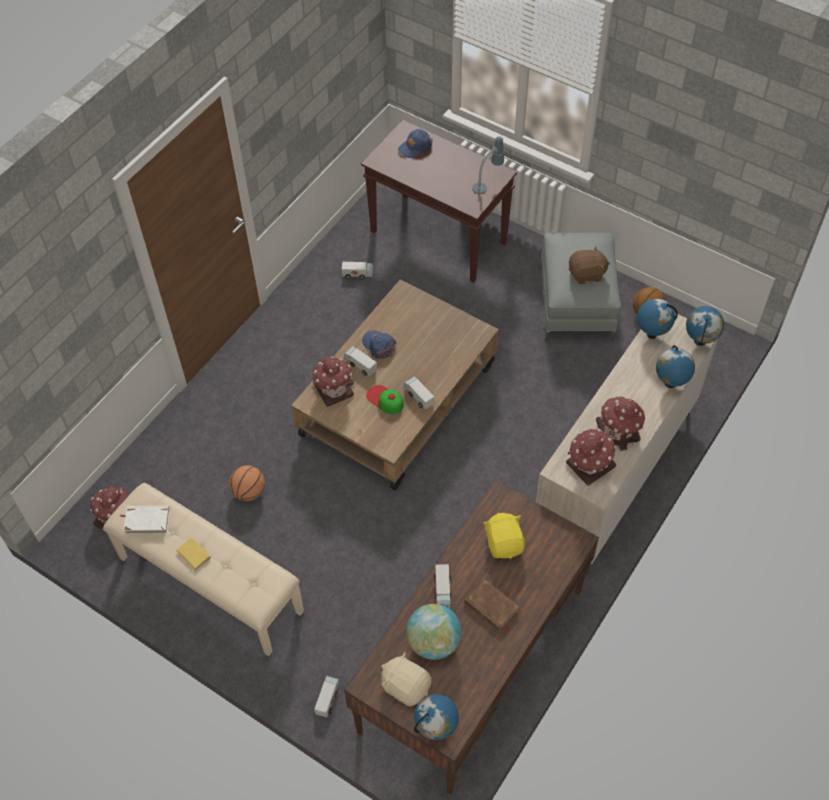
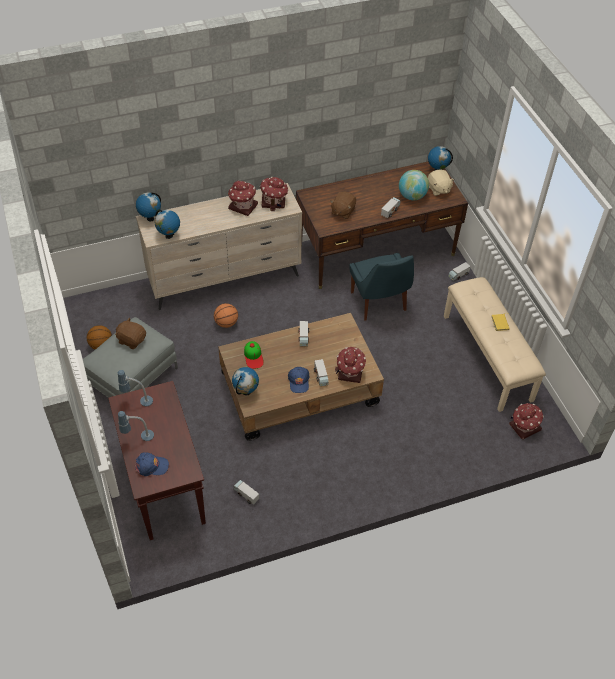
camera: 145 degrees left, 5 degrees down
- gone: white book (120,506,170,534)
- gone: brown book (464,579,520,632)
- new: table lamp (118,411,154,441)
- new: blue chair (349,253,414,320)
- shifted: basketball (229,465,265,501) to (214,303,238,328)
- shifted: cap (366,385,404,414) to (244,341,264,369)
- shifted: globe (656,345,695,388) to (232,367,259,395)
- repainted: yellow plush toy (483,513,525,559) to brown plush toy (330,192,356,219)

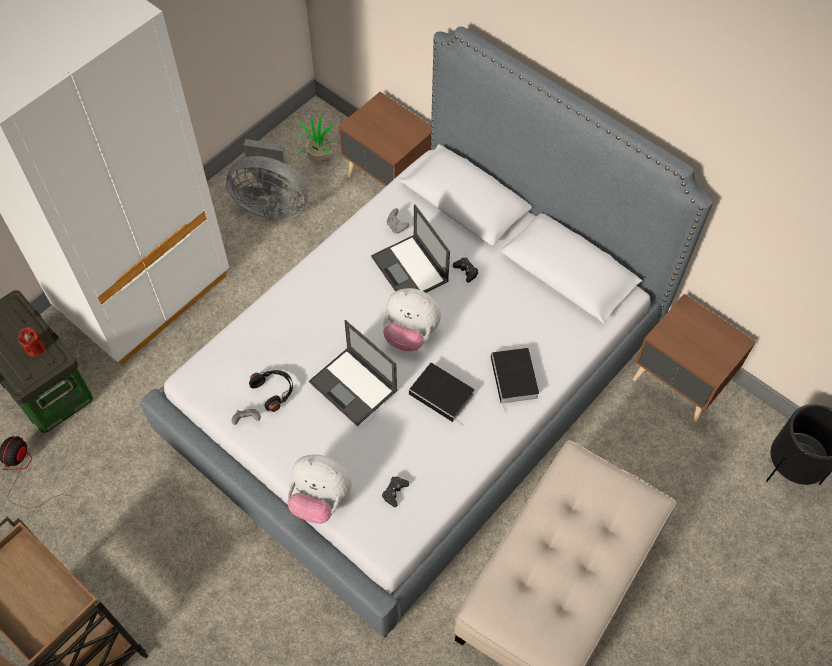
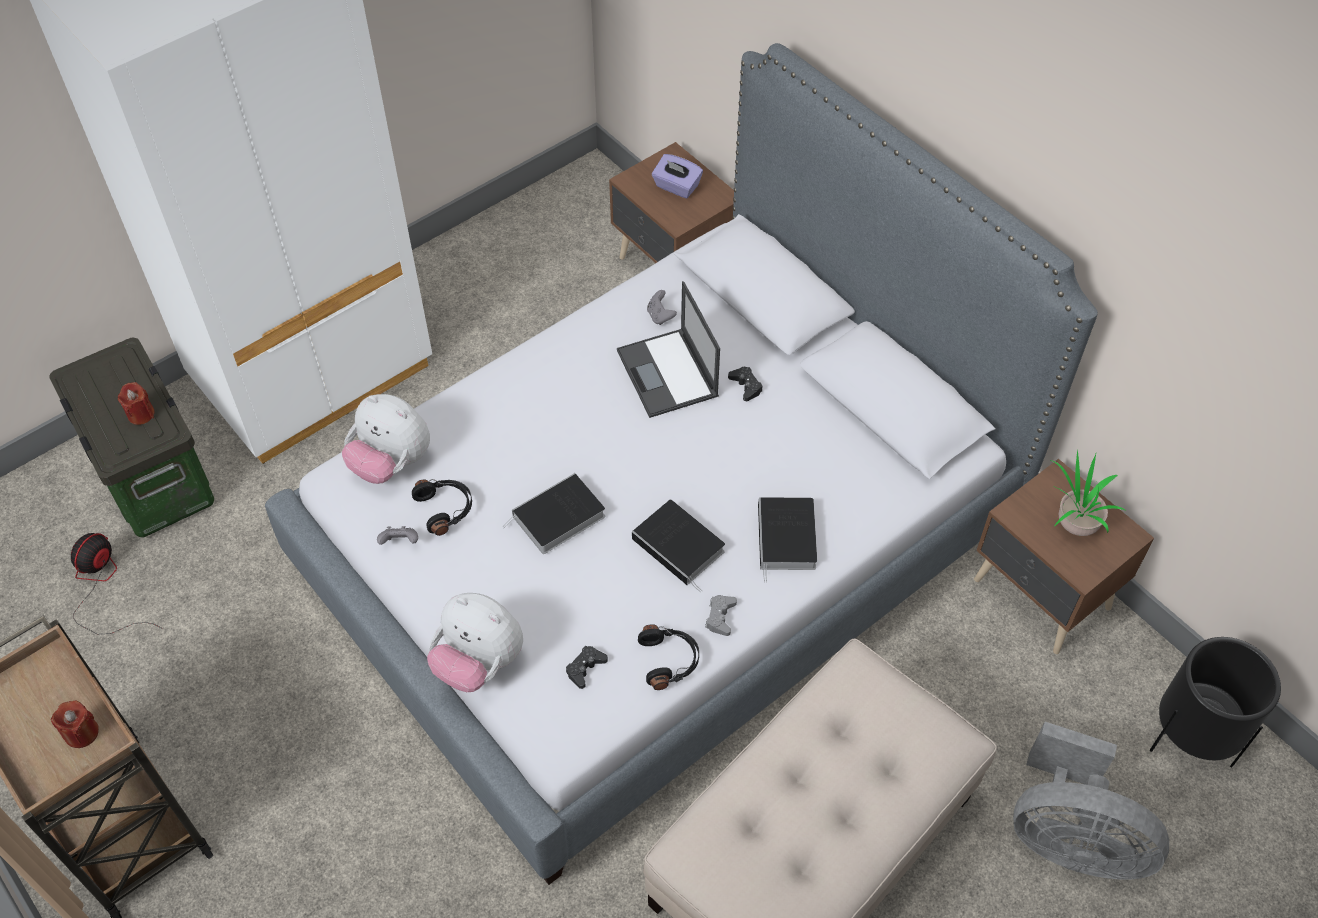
camera: 10 degrees right, 5 degrees down
- new: red candle (51,700,99,748)
- new: black headphones (638,624,699,690)
- new: purple tissue box (652,154,703,198)
- new: grey game controller (705,595,737,636)
- shifted: grey fan (226,139,308,219) to (1013,722,1169,879)
- shifted: potted plant (295,113,338,161) to (1051,448,1126,536)
- shifted: plush toy (383,288,441,351) to (342,394,430,484)
- swapped: laptop (309,320,397,426) to book (503,473,605,554)

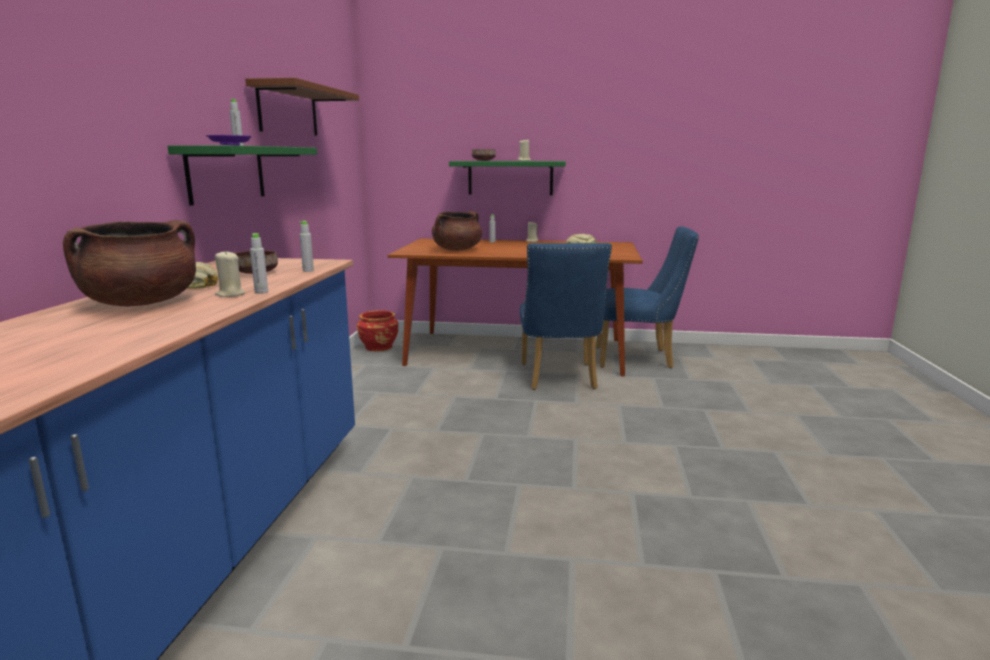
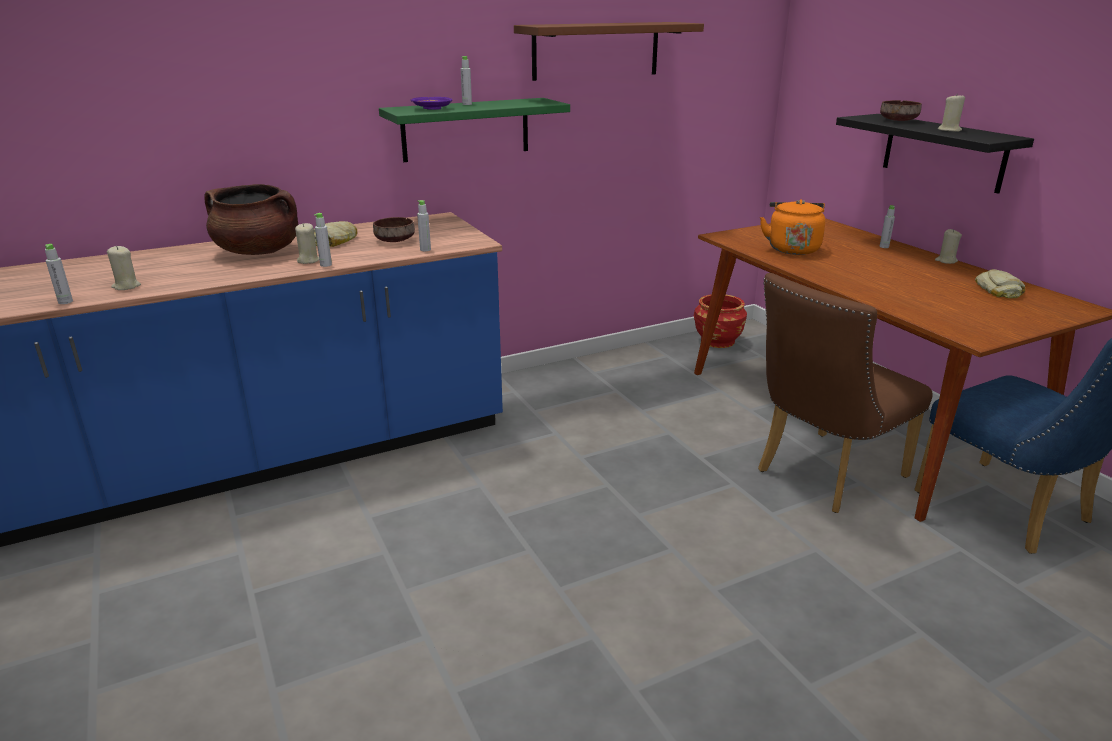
camera: 55 degrees right, 10 degrees up
- new: grey bottle (45,244,73,304)
- new: beige candle (107,246,141,290)
- swapped: brown cooking pot (432,211,482,251) to orange kettle (760,199,826,255)
- repainted: green shelf (449,161,566,195) to black shelf (836,114,1034,194)
- repainted: blue chair (520,243,612,390) to brown chair (758,273,933,513)

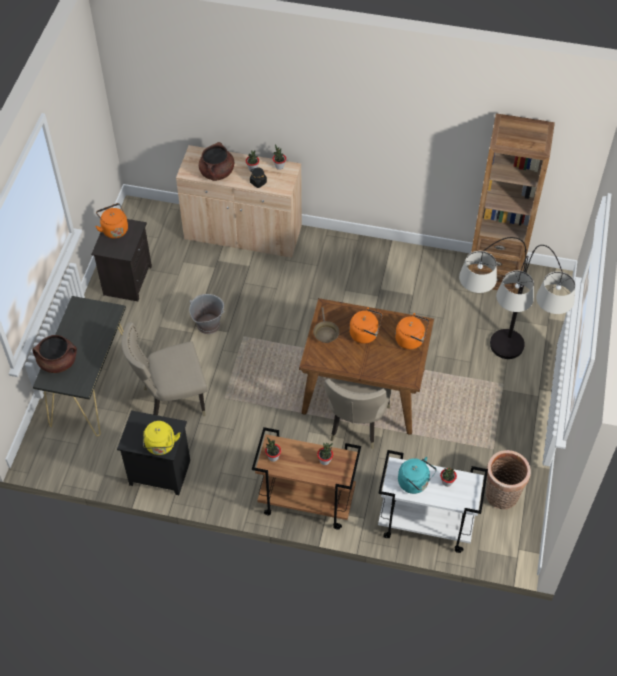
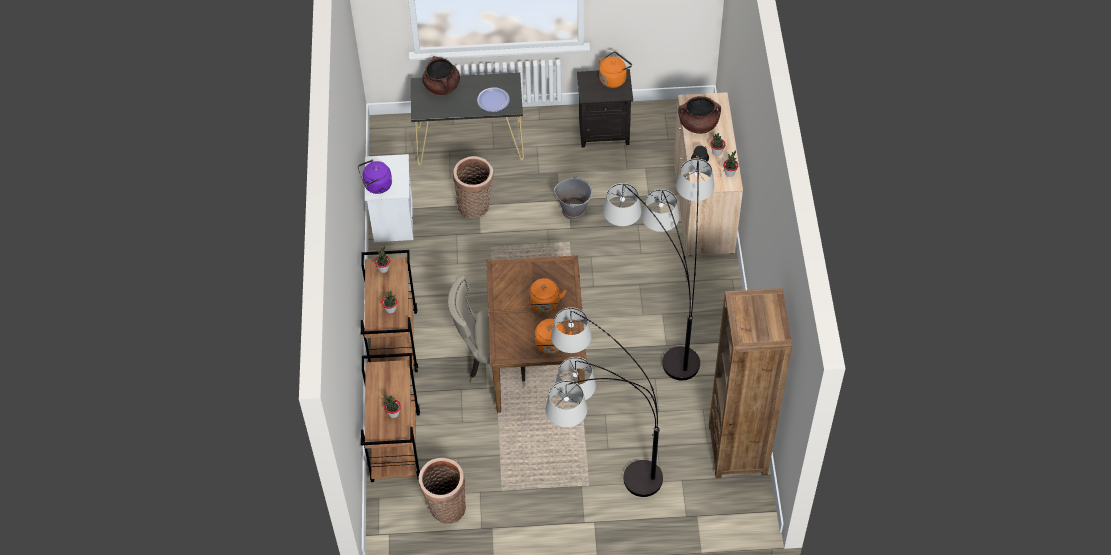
camera: 75 degrees right, 0 degrees up
- gone: brown frying pan (313,307,339,343)
- gone: turquoise kettle (398,457,437,494)
- new: plate (477,87,510,112)
- new: floor lamp (603,158,714,380)
- swapped: beige chair (121,322,207,416) to basket (453,156,494,219)
- repainted: black nightstand (117,410,190,495) to white nightstand (365,154,413,242)
- repainted: yellow kettle (143,421,181,455) to purple kettle (358,160,392,194)
- repainted: white cart (378,450,488,553) to brown cart (361,353,420,482)

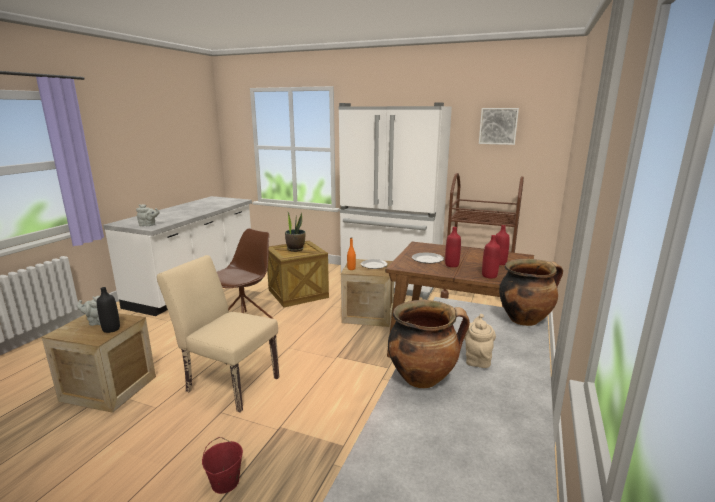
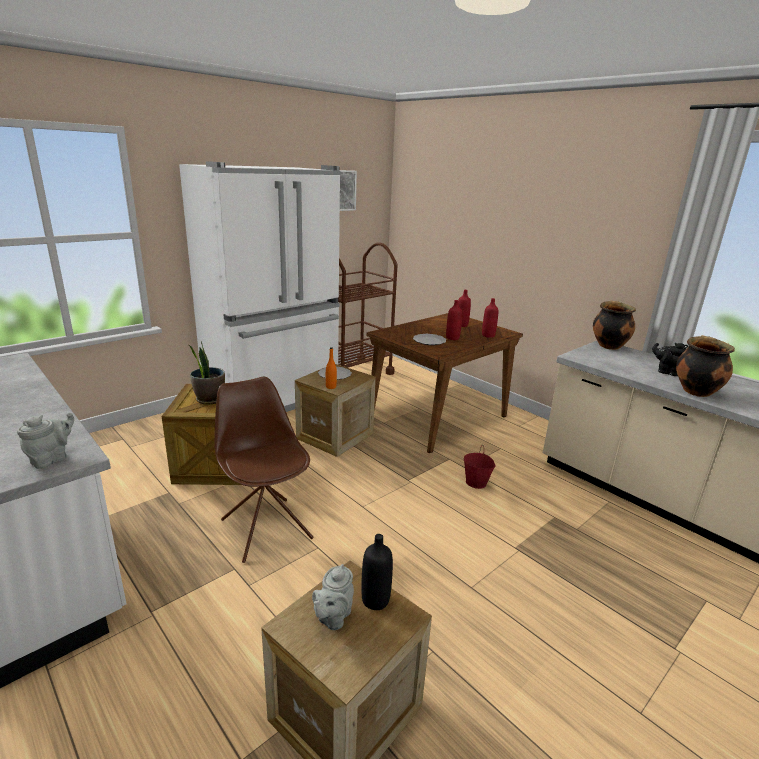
camera: 65 degrees left, 5 degrees up
- gone: beige chair (157,255,279,413)
- shifted: red bucket (202,437,243,494) to (464,445,495,489)
- repainted: beige teapot (464,314,496,368) to black teapot (652,343,688,376)

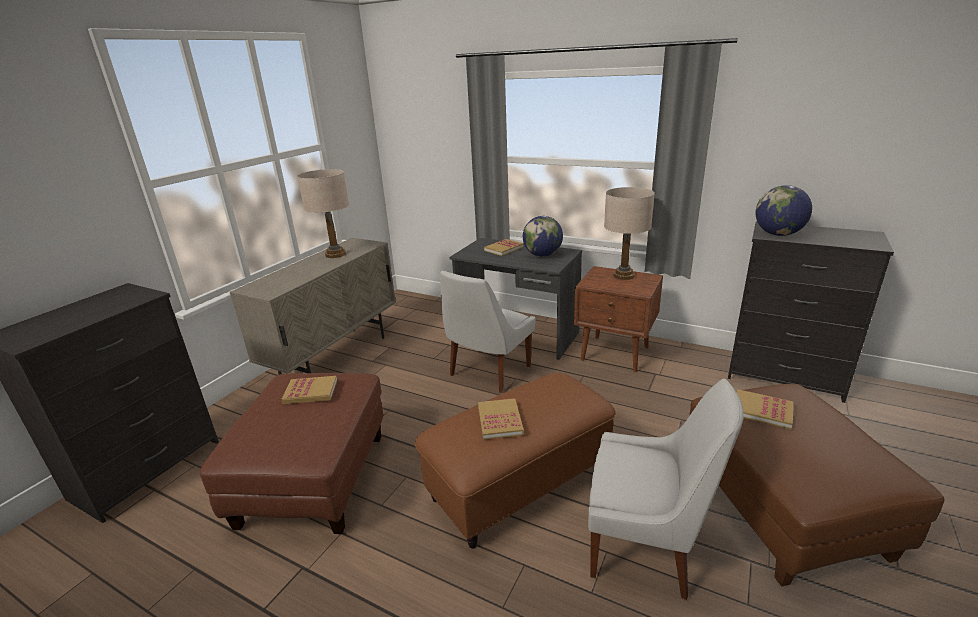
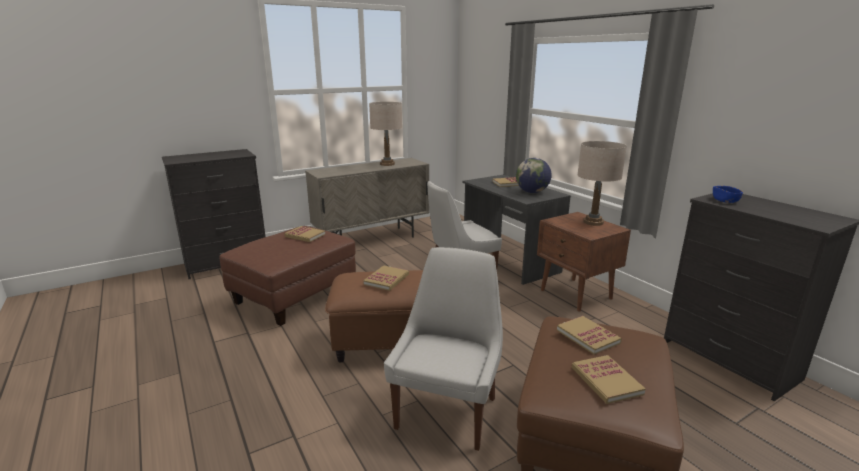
camera: 30 degrees right, 5 degrees down
- new: book (572,355,646,404)
- swapped: globe (755,185,812,236) to blue bowl (713,186,743,203)
- rotated: white chair (588,379,744,600) = (384,247,503,451) 120 degrees counterclockwise

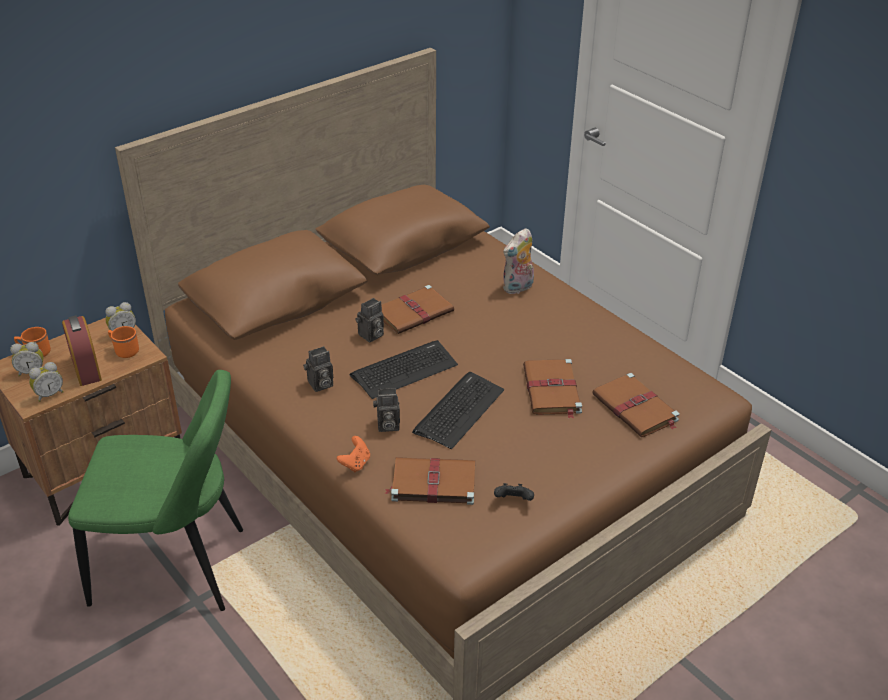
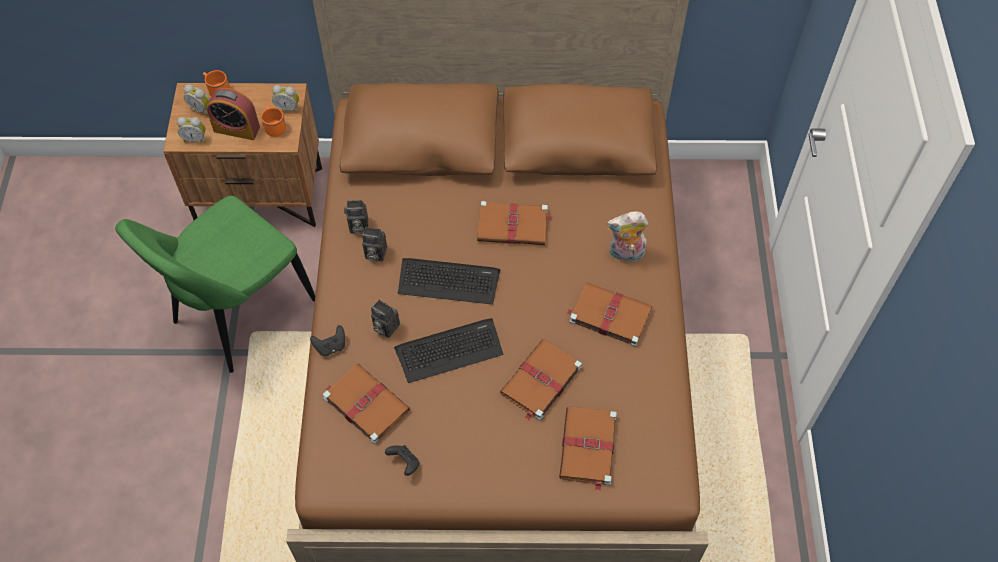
camera: 40 degrees right, 20 degrees up
- new: brown book (567,282,653,347)
- shifted: photo camera (356,298,384,342) to (344,200,368,234)
- repainted: orange game controller (337,436,370,472) to black game controller (310,325,345,356)
- rotated: alarm clock (62,316,102,386) = (206,88,260,140) 90 degrees counterclockwise
- rotated: green chair (68,370,243,611) = (115,196,315,373) 90 degrees clockwise

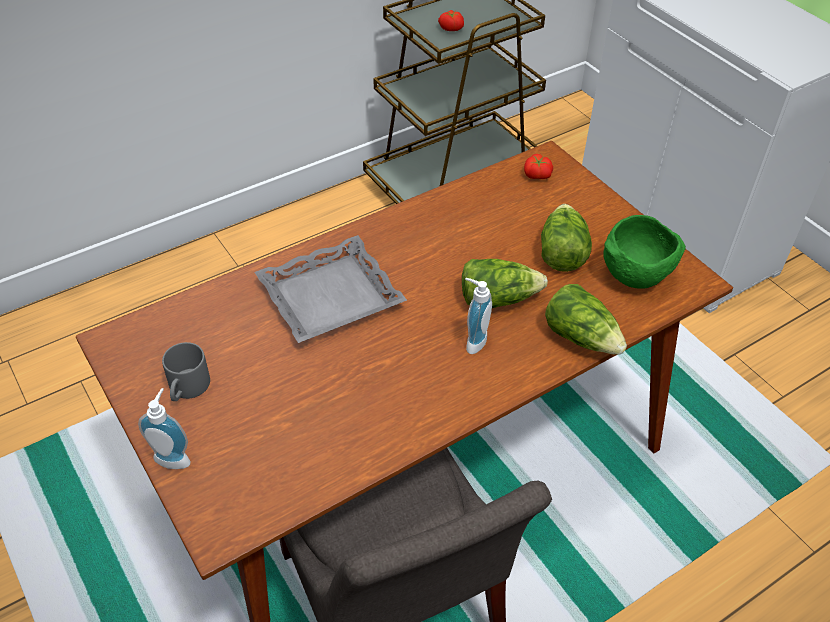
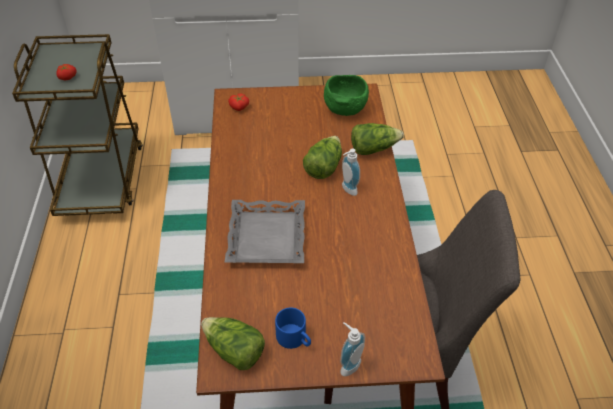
camera: 60 degrees left, 0 degrees up
- shifted: lettuce (541,204,592,272) to (201,317,265,370)
- repainted: grey mug (162,342,210,401) to blue mug (275,307,311,349)

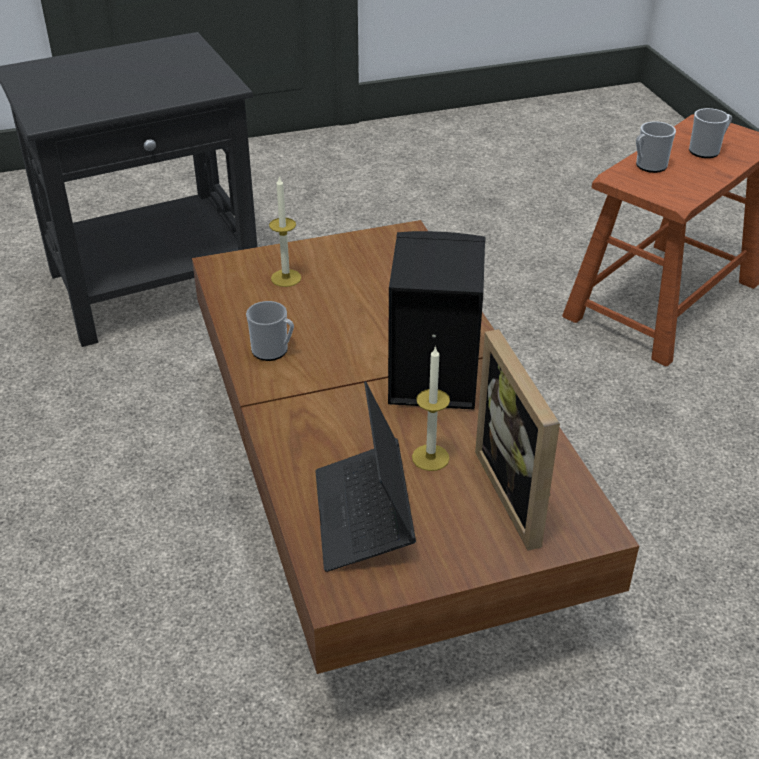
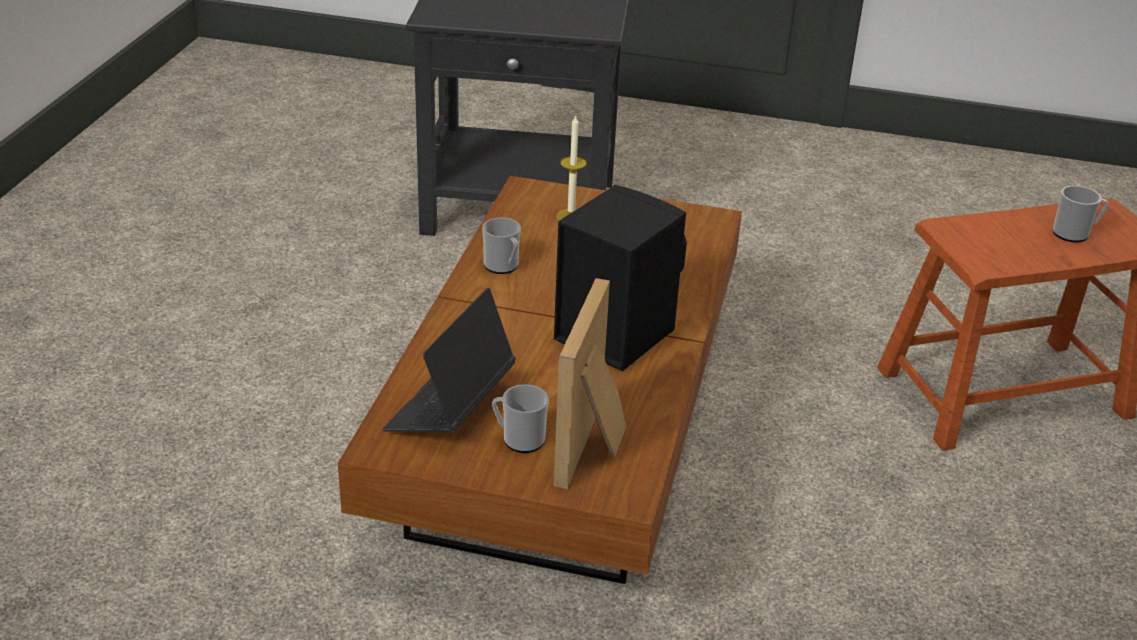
camera: 30 degrees right, 5 degrees down
- gone: candle (412,346,450,471)
- shifted: mug (636,122,676,173) to (492,385,549,453)

